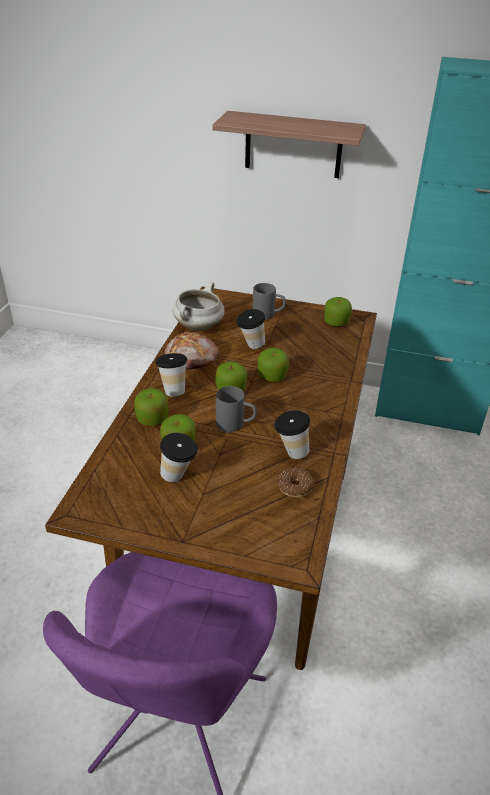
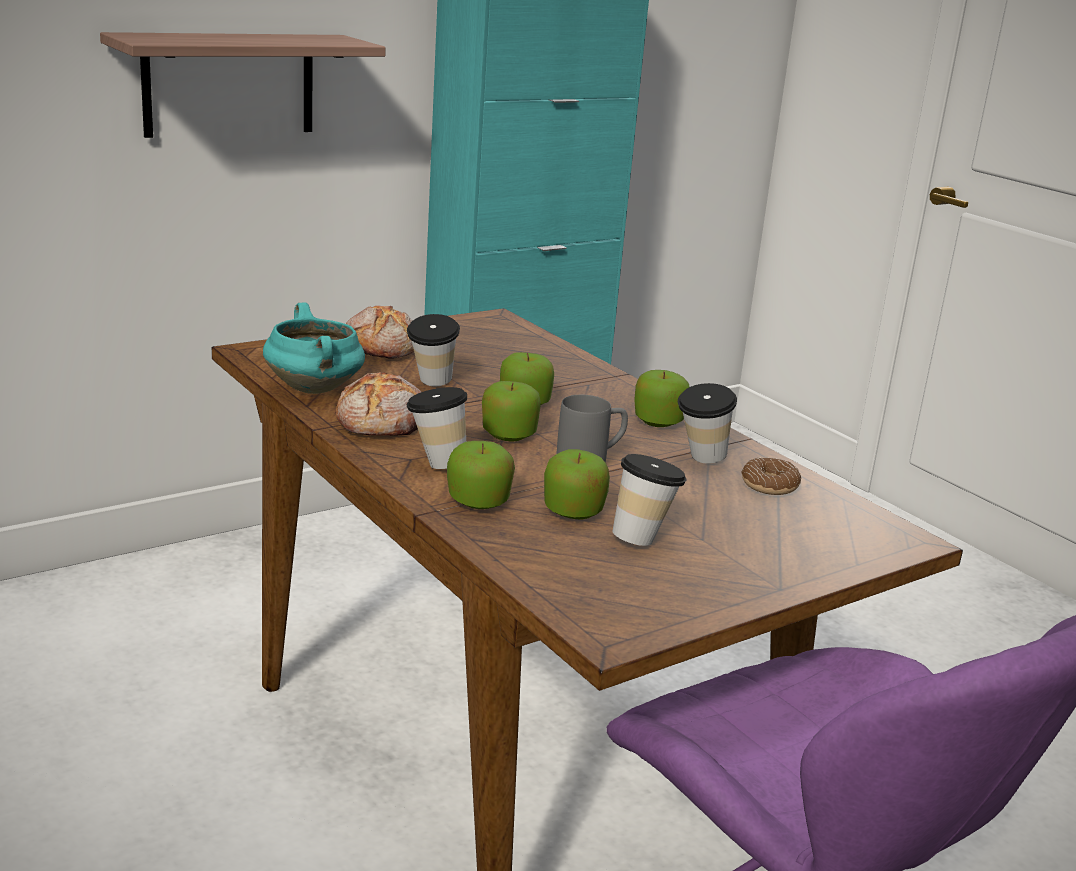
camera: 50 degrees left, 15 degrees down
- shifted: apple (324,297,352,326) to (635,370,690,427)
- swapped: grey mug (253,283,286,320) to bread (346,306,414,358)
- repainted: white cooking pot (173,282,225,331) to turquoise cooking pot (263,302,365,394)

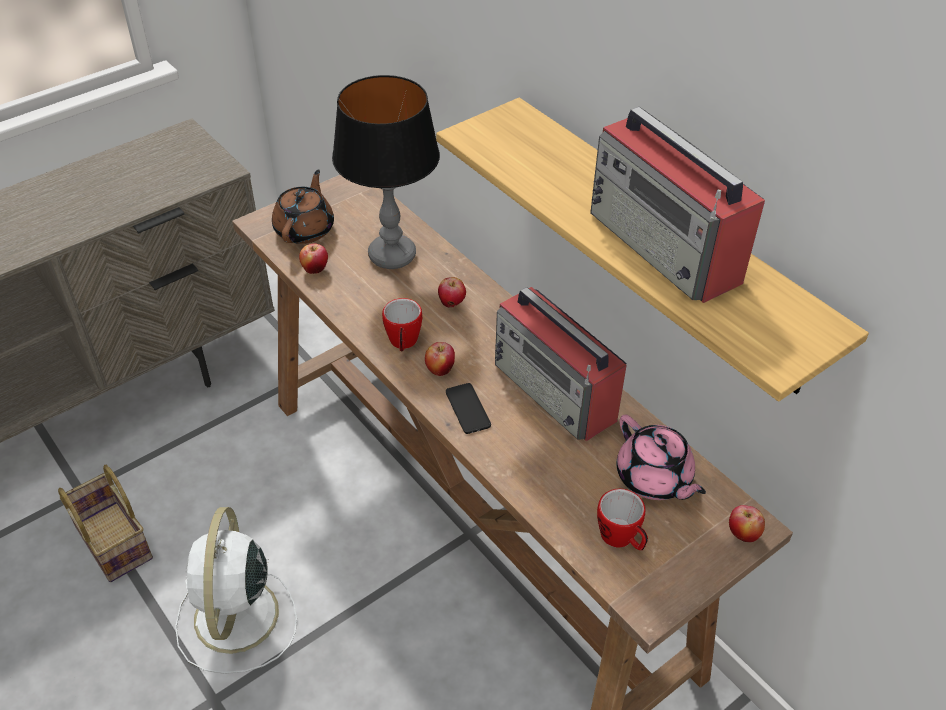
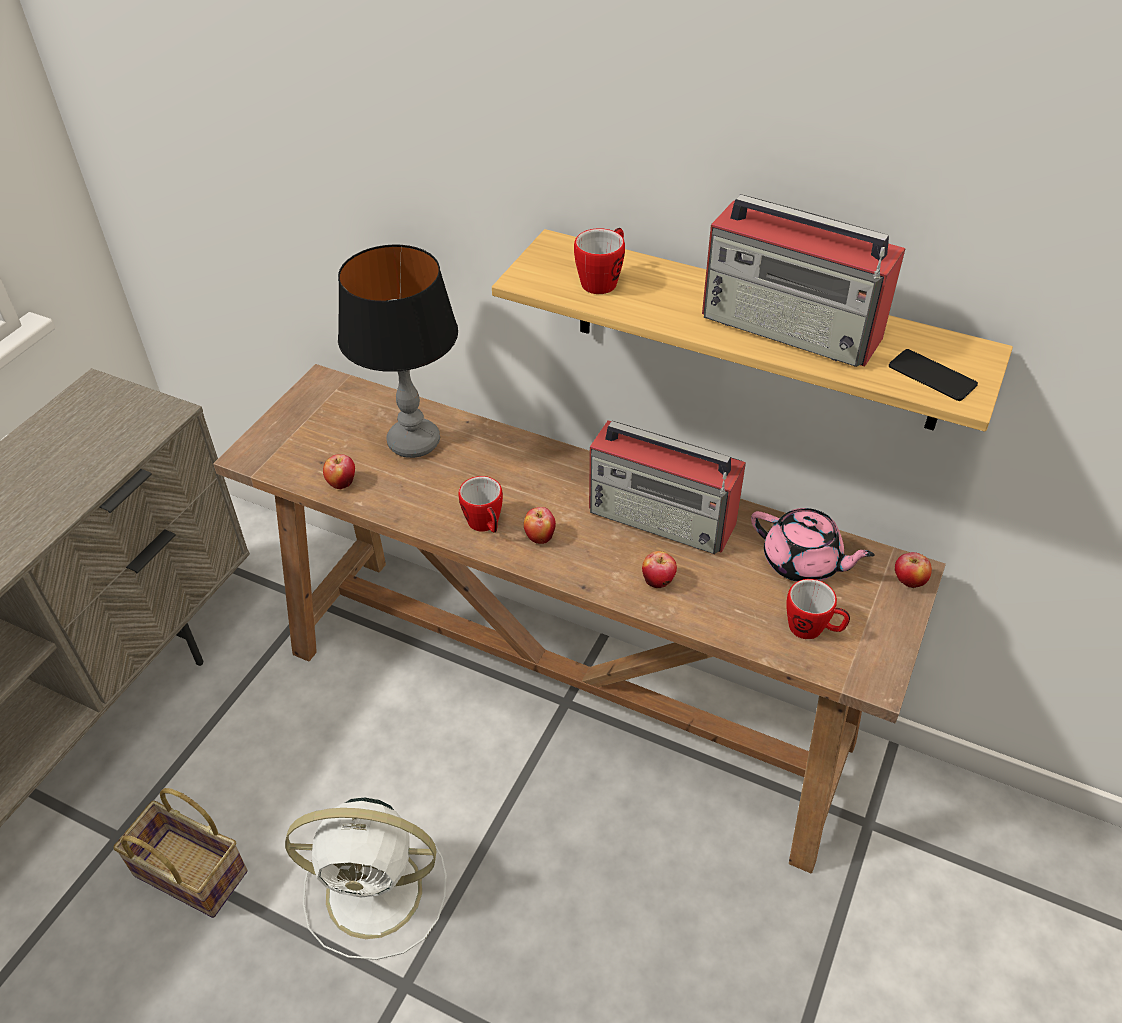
camera: 25 degrees left, 0 degrees up
- gone: brown teapot (272,170,334,244)
- new: mug (574,228,625,294)
- shifted: apple (438,277,466,308) to (642,551,677,588)
- shifted: phone (446,383,491,434) to (889,349,978,401)
- rotated: white fan (175,507,297,674) = (285,798,447,960) 60 degrees counterclockwise

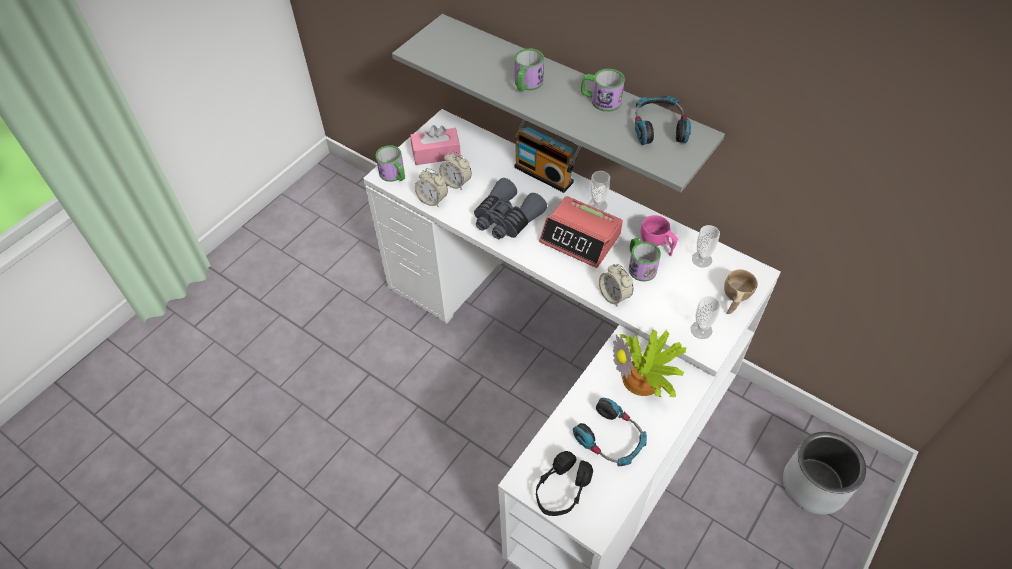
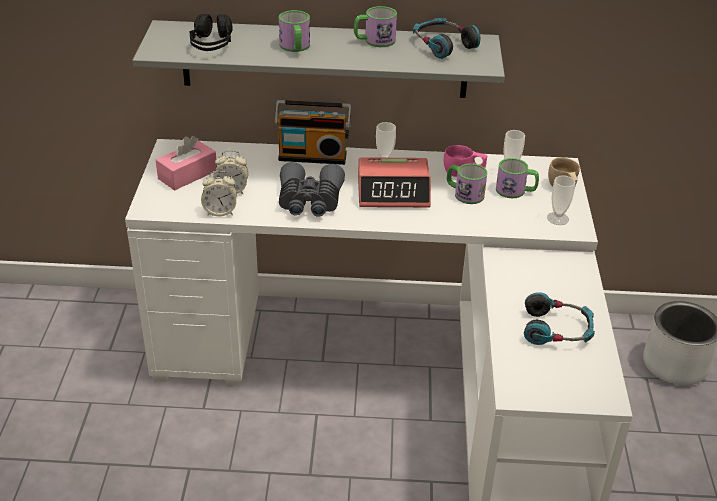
camera: 35 degrees left, 15 degrees down
- gone: alarm clock (599,264,633,306)
- gone: potted plant (613,329,686,397)
- shifted: mug (376,145,405,182) to (496,158,539,198)
- shifted: black headphones (536,451,593,516) to (189,14,233,51)

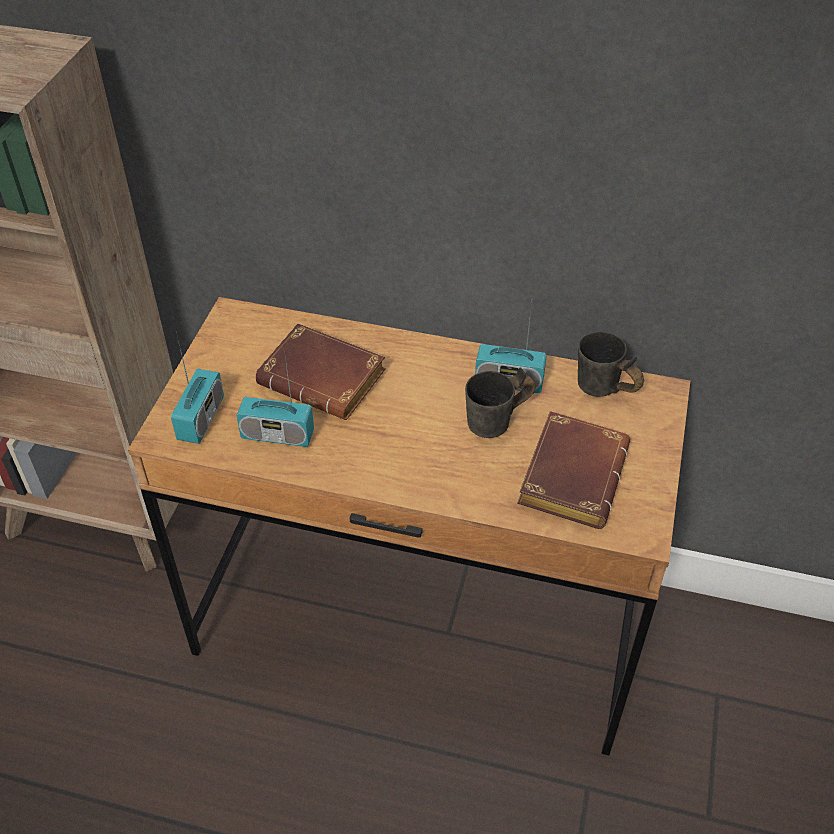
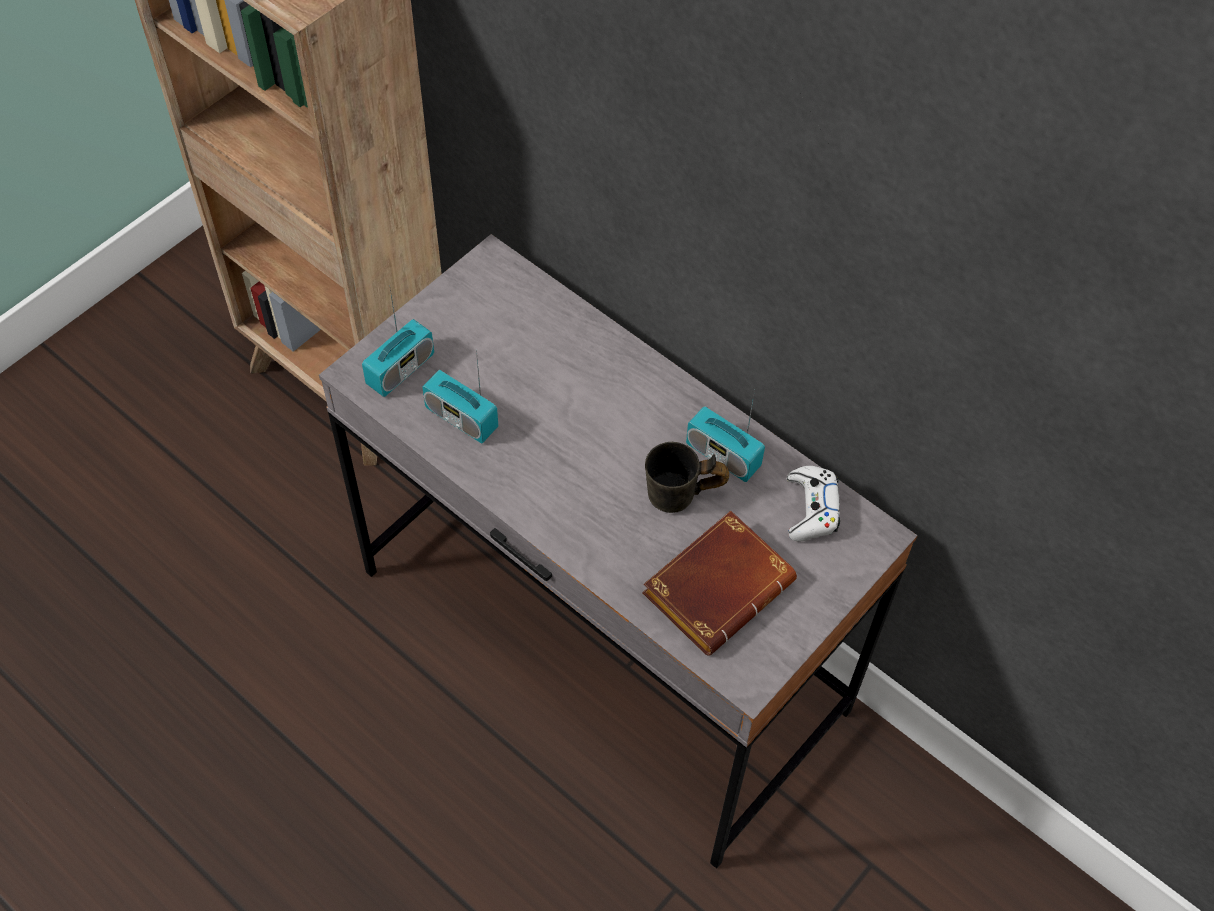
camera: 25 degrees right, 10 degrees up
- gone: brown book (255,323,386,420)
- swapped: grey mug (578,331,644,397) to white game controller (787,466,840,541)
- repainted: brown desk (128,297,690,755) to grey desk (319,234,918,868)

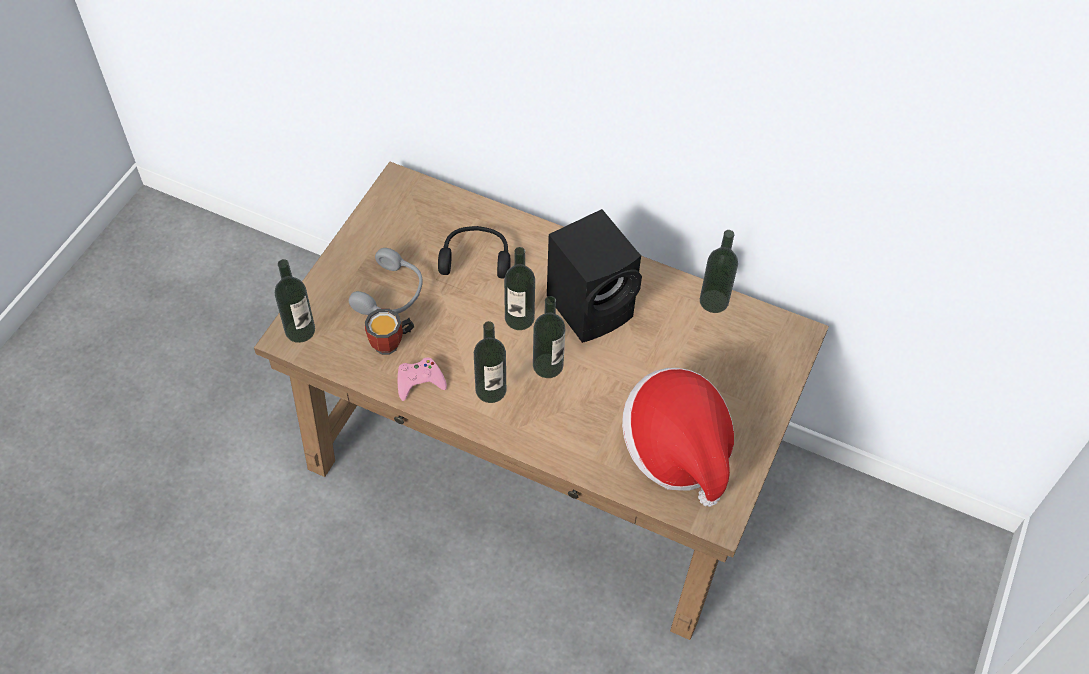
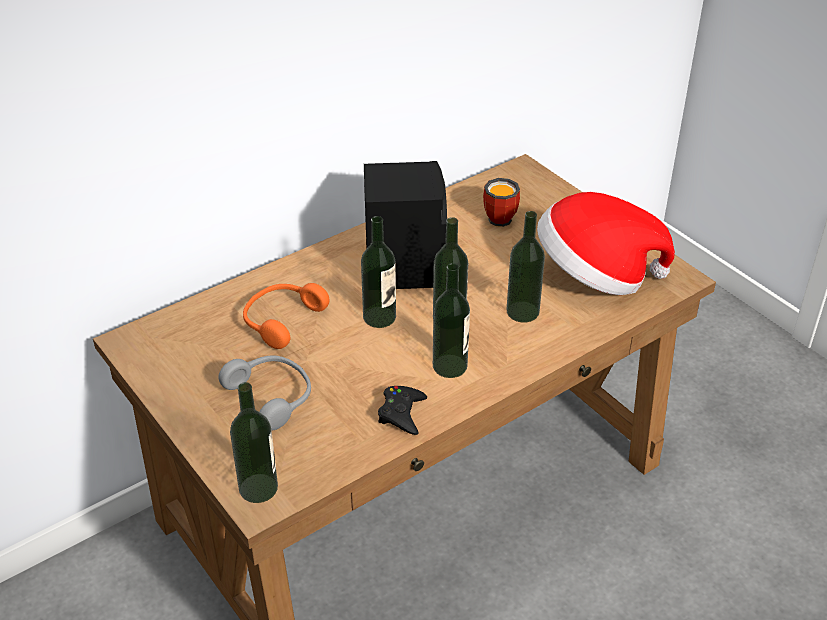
camera: 60 degrees left, 15 degrees down
- shifted: mug (365,309,414,355) to (483,178,520,227)
- shifted: bottle (700,230,738,313) to (506,211,545,323)
- repainted: pink game controller (397,358,447,401) to black game controller (378,386,427,435)
- repainted: black headphones (438,226,511,279) to orange headphones (243,283,330,349)

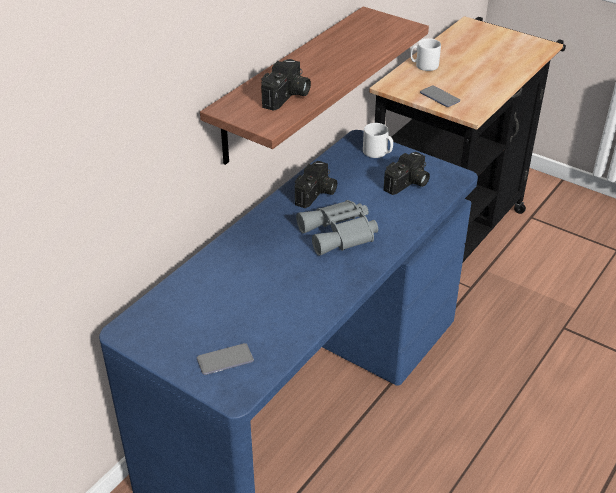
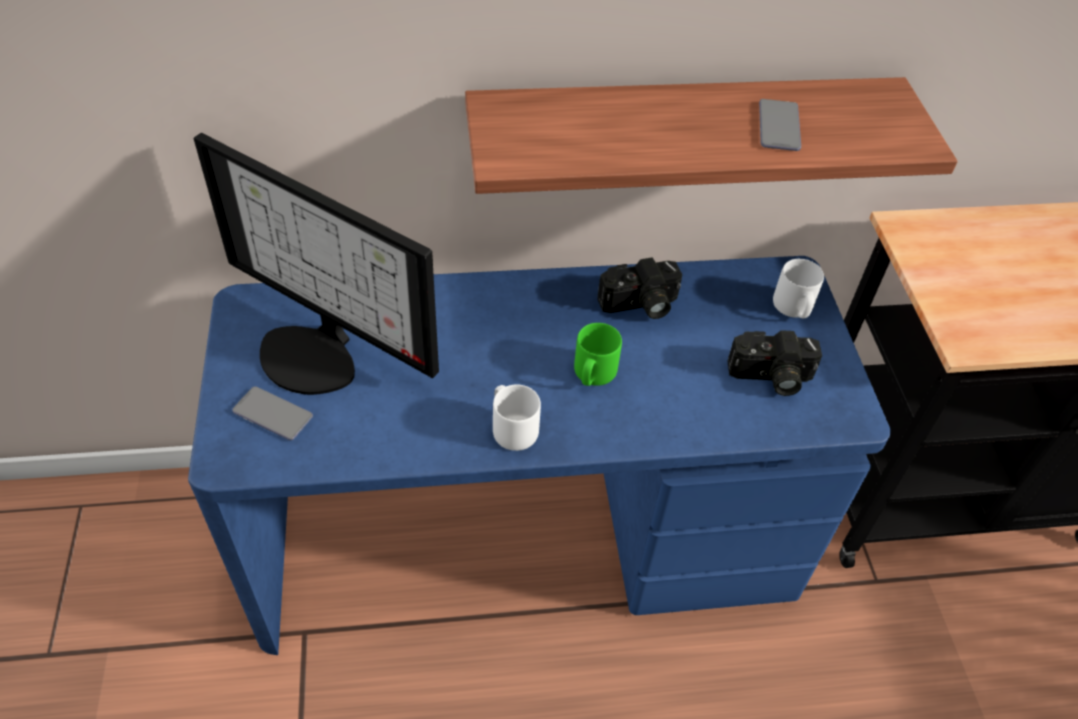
camera: 45 degrees right, 10 degrees up
- gone: photo camera (261,59,311,111)
- new: monitor (194,133,439,395)
- shifted: white mug (410,38,441,71) to (493,384,541,451)
- shifted: phone (420,85,460,107) to (759,99,801,151)
- swapped: grey binoculars (296,200,378,256) to green mug (574,323,622,386)

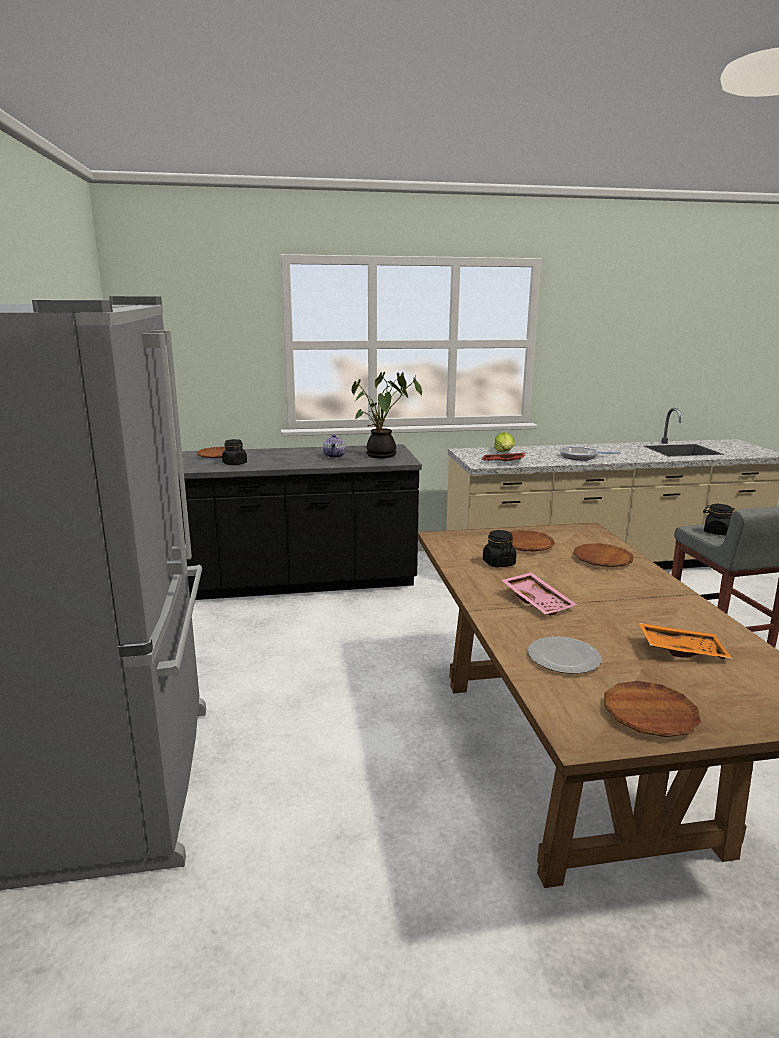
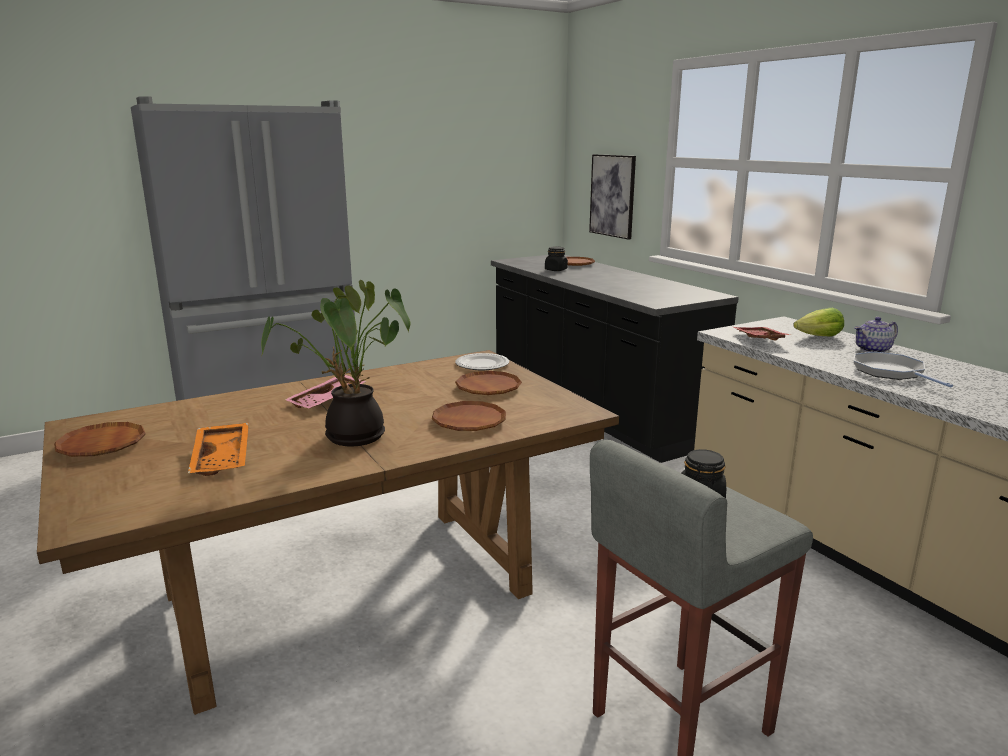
camera: 70 degrees right, 0 degrees up
- gone: black jar (483,530,516,568)
- new: picture (589,154,636,240)
- shifted: teapot (323,434,346,458) to (854,317,898,353)
- shifted: potted plant (352,372,422,458) to (261,280,410,447)
- shifted: plate (528,636,602,674) to (455,353,509,370)

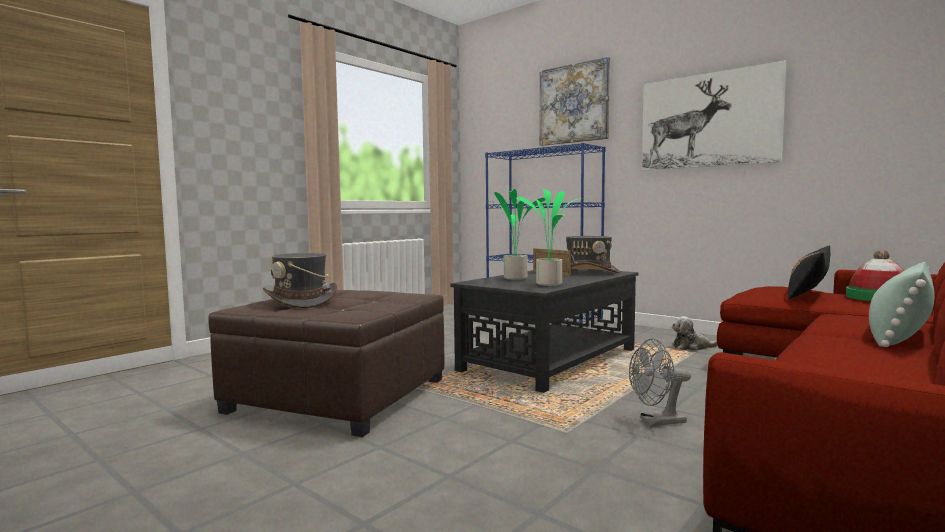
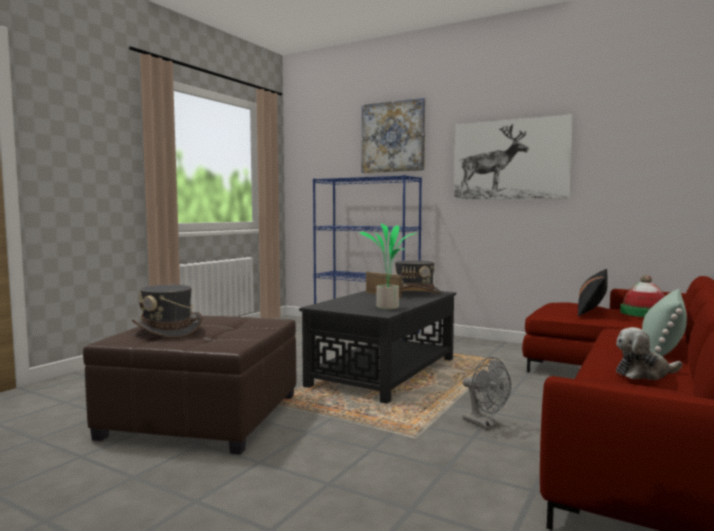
camera: 10 degrees left, 0 degrees up
- gone: potted plant (485,189,545,280)
- shifted: plush toy (672,316,718,351) to (616,327,682,380)
- rotated: grey fan (629,338,691,426) = (463,357,511,430) 105 degrees counterclockwise

